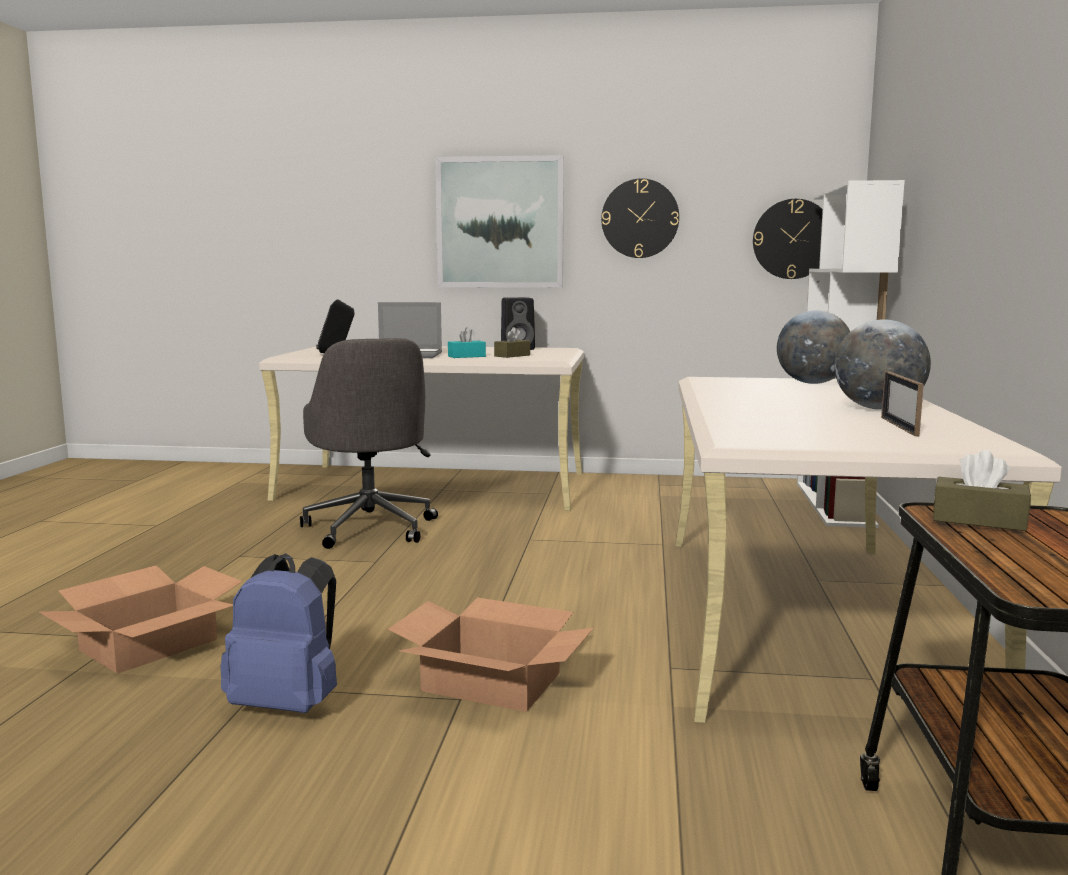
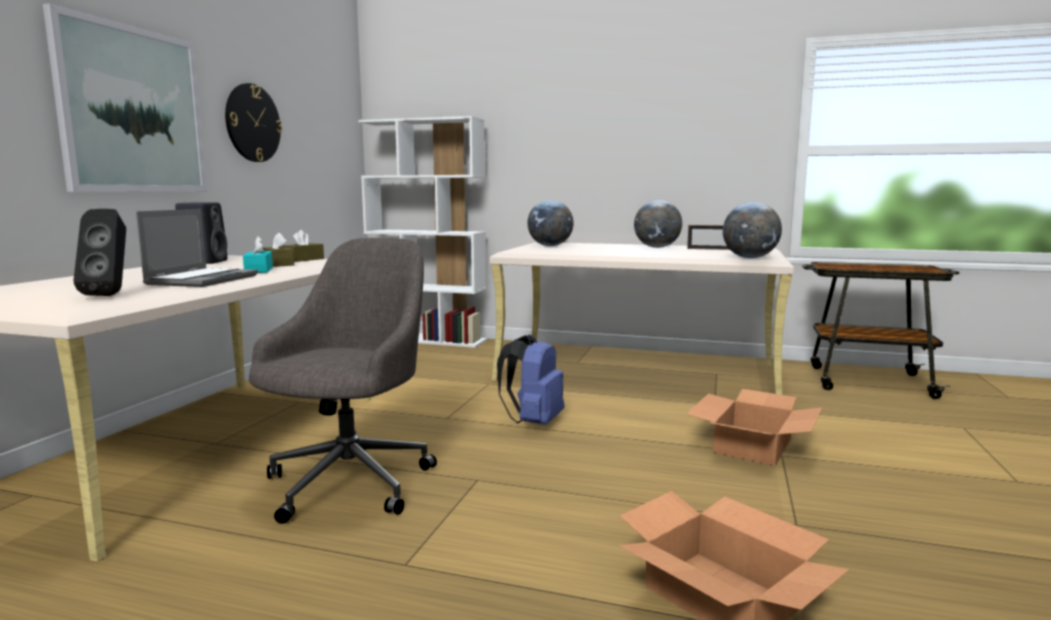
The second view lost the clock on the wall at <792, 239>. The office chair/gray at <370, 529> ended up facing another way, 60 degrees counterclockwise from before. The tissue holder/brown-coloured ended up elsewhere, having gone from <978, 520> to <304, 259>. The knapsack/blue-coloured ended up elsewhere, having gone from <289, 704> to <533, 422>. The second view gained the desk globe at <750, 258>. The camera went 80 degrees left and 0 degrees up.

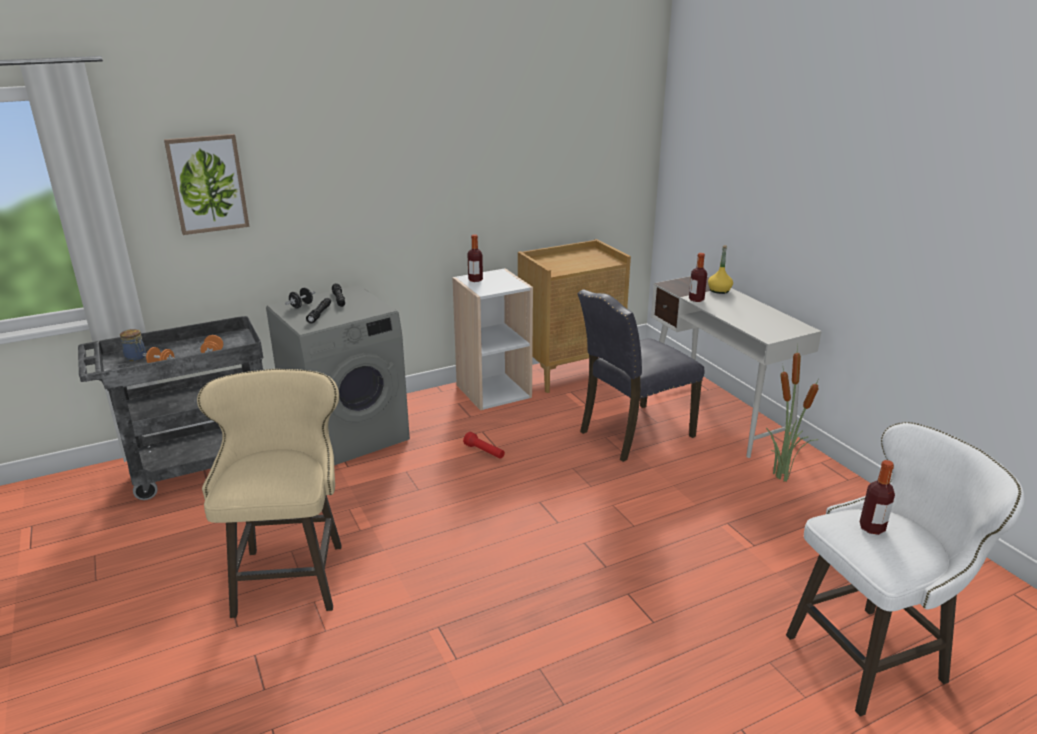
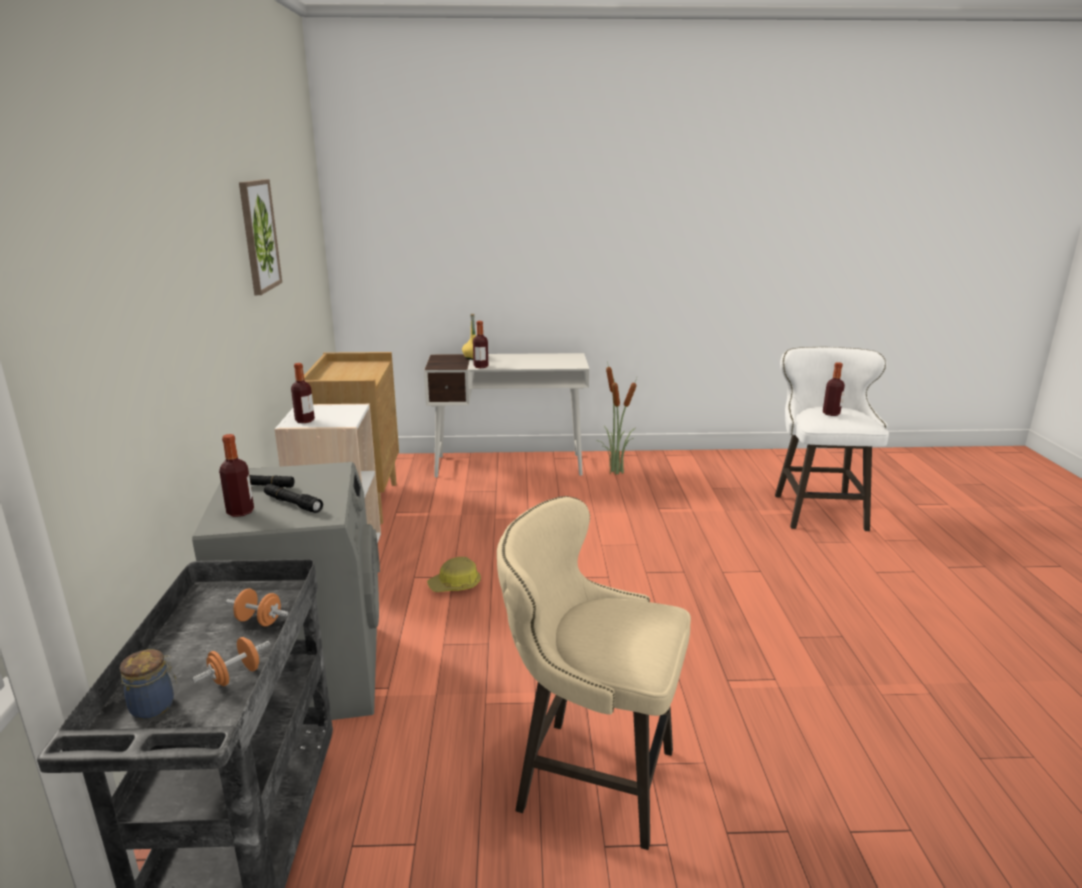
The picture ended up elsewhere, having gone from <207, 184> to <258, 236>. Where the dumbbell/black stood at <301, 305>, the drink bottle came to stand at <240, 512>. The second view lost the plain chair/gray at <633, 434>. Where the torch/red-coloured stood at <484, 452>, the hard hat came to stand at <455, 585>. The camera went 65 degrees left and 5 degrees down.

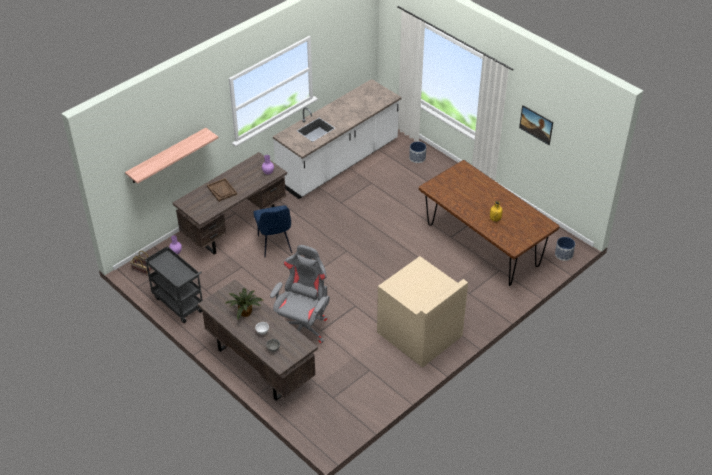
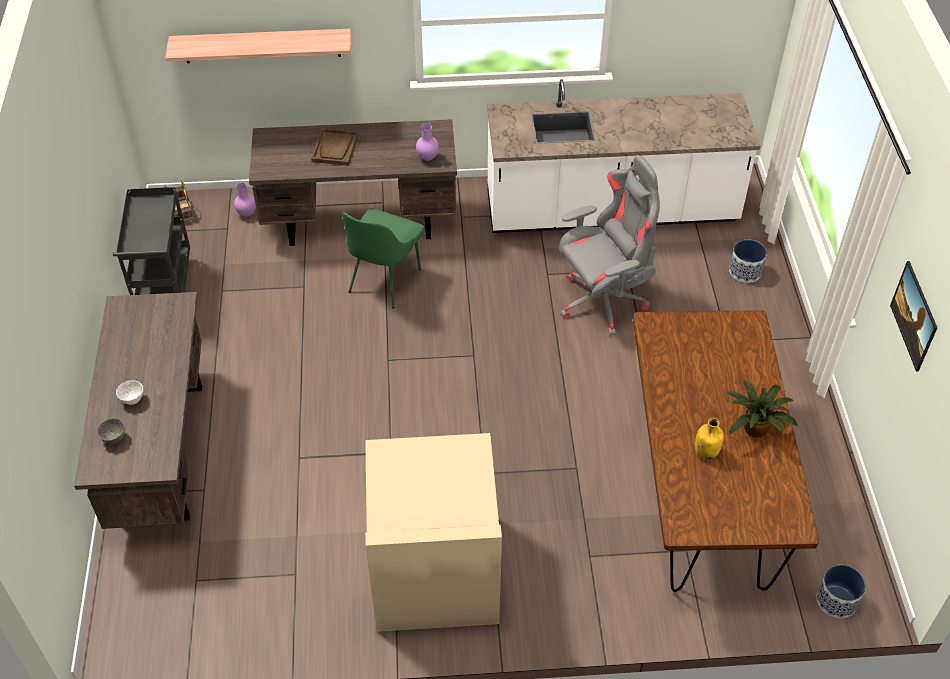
What was the plain chair/blue-coloured at <275, 244> turned into the plain chair/greenish at <384, 281>. The office chair/gray ended up elsewhere, having gone from <302, 329> to <601, 302>. The potted plant ended up elsewhere, having gone from <245, 312> to <755, 427>. The camera went 40 degrees right and 5 degrees up.

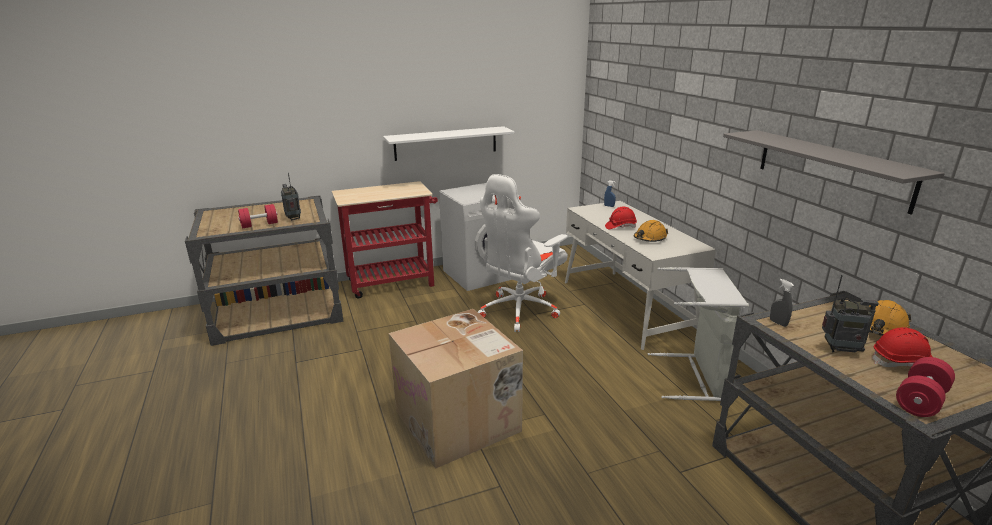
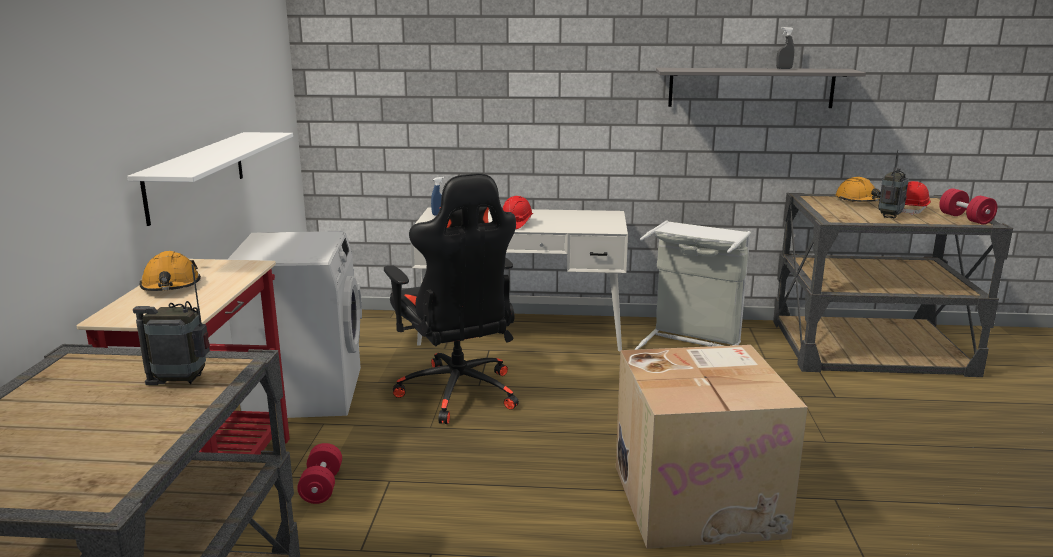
What was the office chair/whitish at <523, 308> turned into the office chair/black at <455, 388>. The dumbbell/red-coloured ended up elsewhere, having gone from <259, 225> to <321, 487>. The hard hat/orange-coloured ended up elsewhere, having gone from <649, 238> to <171, 286>. The hand sprayer/gray ended up elsewhere, having gone from <778, 323> to <784, 68>. The camera went 65 degrees left and 5 degrees down.

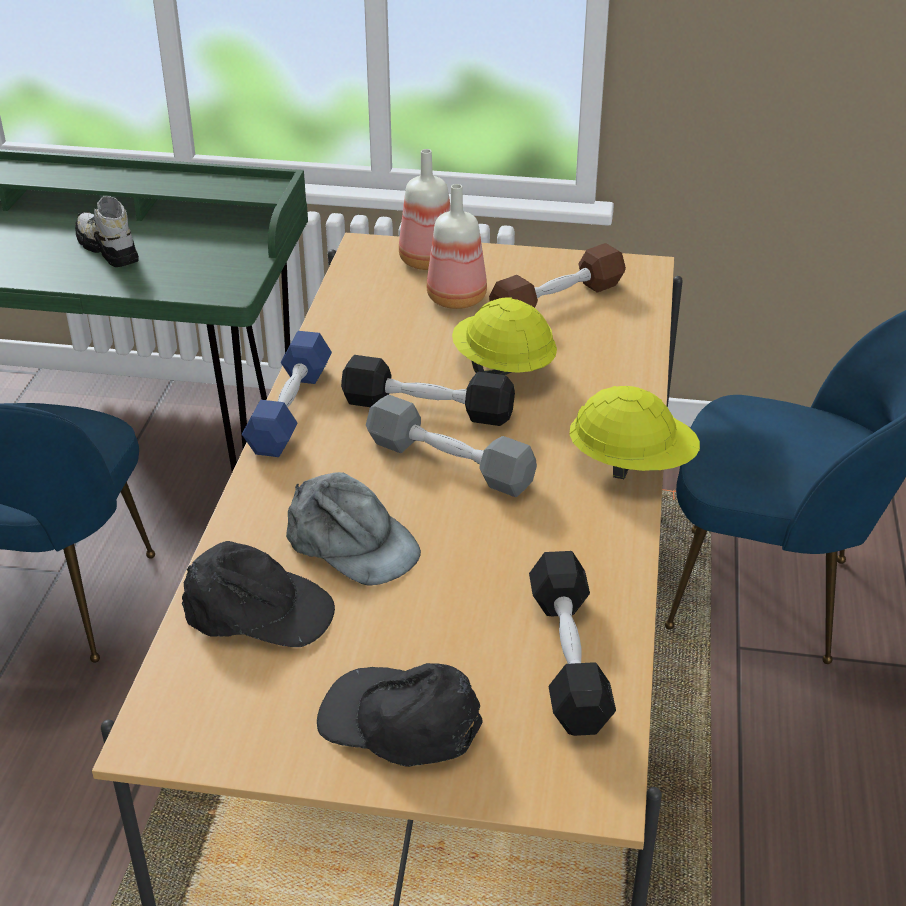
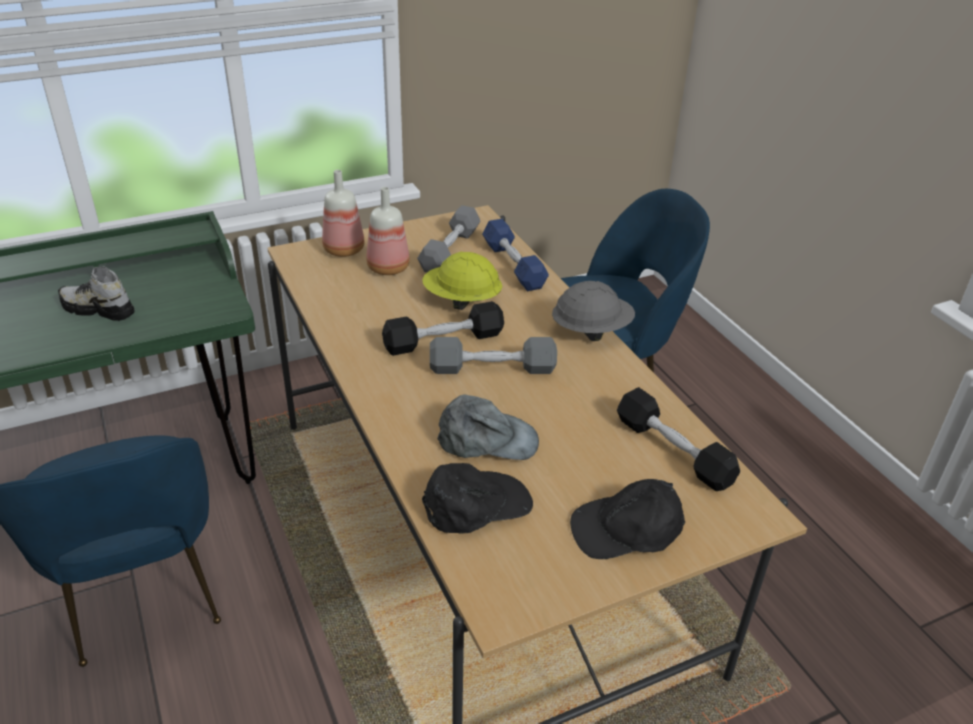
What was the dumbbell/brown-coloured at <557, 301> turned into the dumbbell/gray at <450, 250>. The dumbbell/blue-coloured ended up elsewhere, having gone from <290, 409> to <513, 265>. What was the hard hat/yellowish at <631, 464> turned into the hard hat/gray at <591, 331>. The camera went 35 degrees left and 0 degrees up.

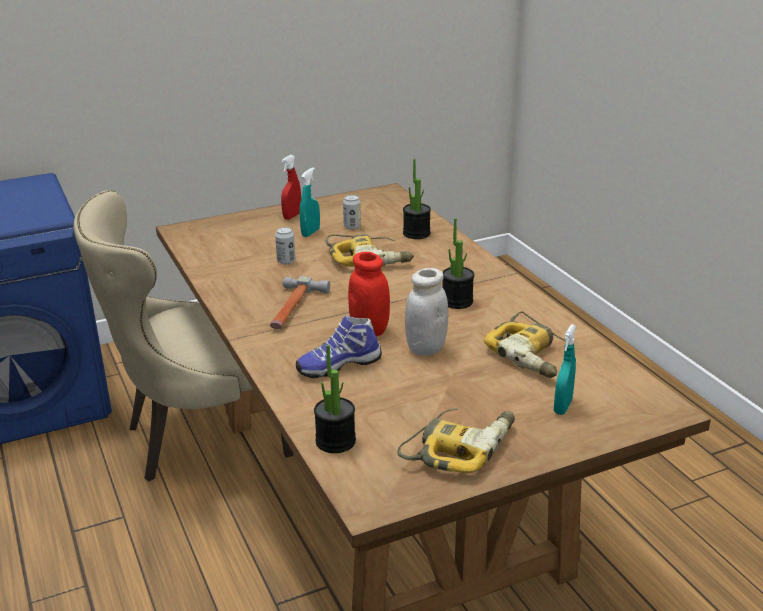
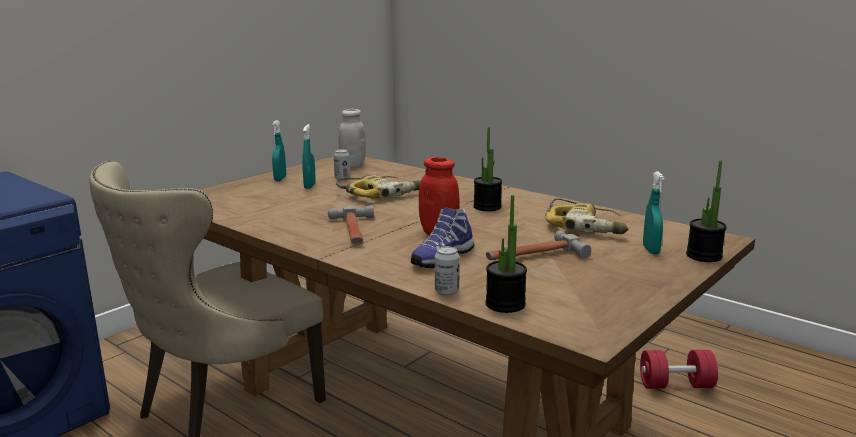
What was the hand sprayer/red-coloured at <292, 216> turned into the hand sprayer/blue-green at <280, 179>. The potted plant ended up elsewhere, having gone from <416, 233> to <704, 256>. The can ended up elsewhere, having gone from <286, 261> to <446, 291>. The jar/whitish ended up elsewhere, having gone from <426, 348> to <353, 165>. The second view lost the power drill at <460, 446>. The second view gained the tool hammer at <533, 256>. The second view gained the dumbbell/red-coloured at <676, 385>. The camera went 25 degrees left and 10 degrees down.

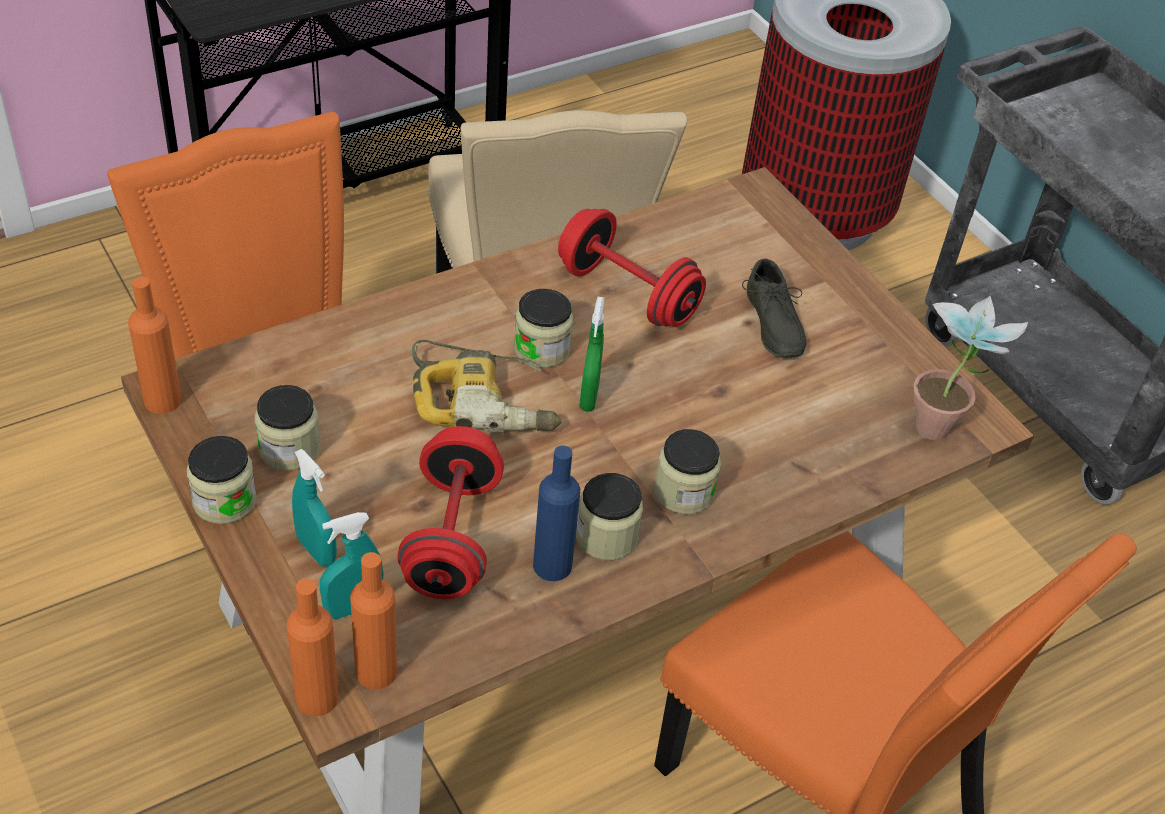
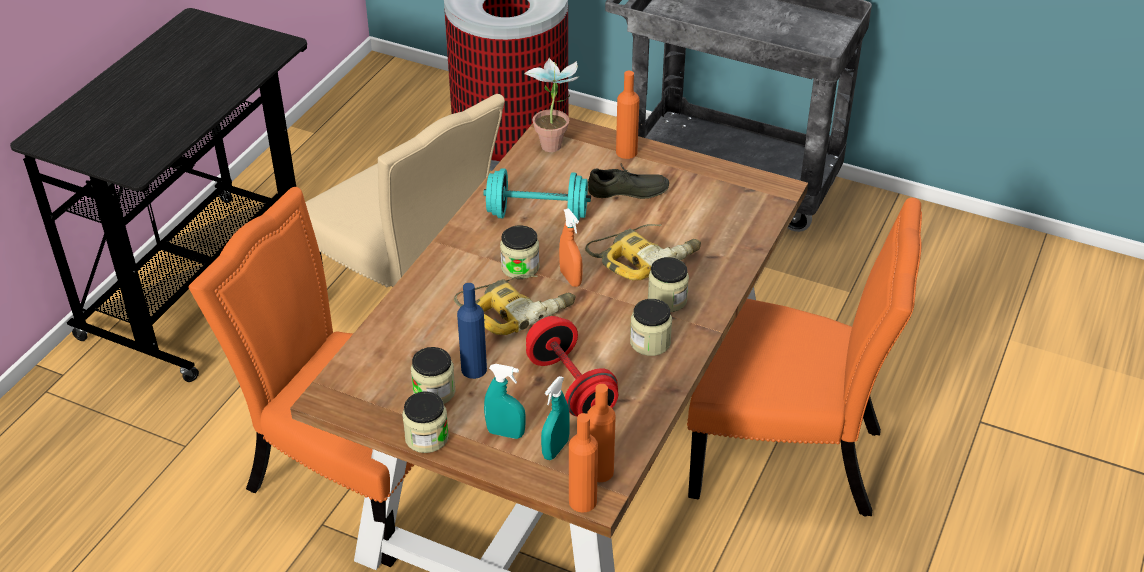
What was the dumbbell/red-coloured at <627, 294> turned into the dumbbell/blue-green at <537, 215>. The low shoe/gray at <769, 325> ended up facing another way, 45 degrees counterclockwise from before. The drink bottle/orange-coloured ended up elsewhere, having gone from <162, 400> to <626, 152>. The potted plant ended up elsewhere, having gone from <942, 423> to <554, 142>. What was the hand sprayer/greenish at <589, 396> turned into the hand sprayer/orange-coloured at <570, 278>. The drink bottle/blue-coloured ended up elsewhere, having gone from <552, 565> to <474, 369>. The second view gained the power drill at <644, 257>. The camera went 30 degrees left and 5 degrees down.

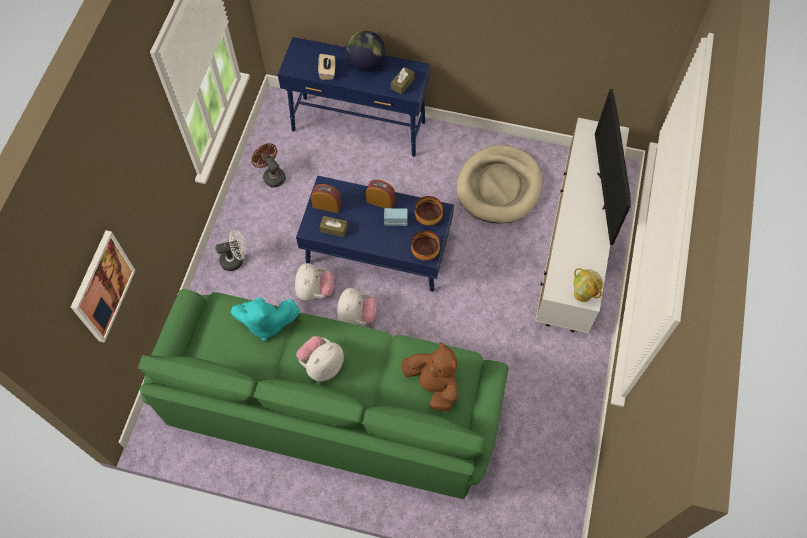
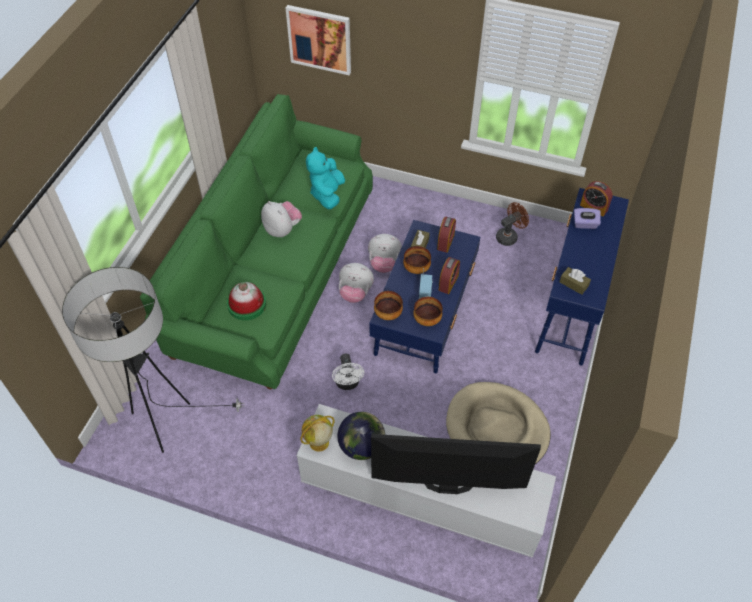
The desk globe ended up elsewhere, having gone from <366, 63> to <362, 446>. What was the tissue holder/beige-coloured at <327, 72> turned into the tissue holder/purple-coloured at <585, 224>. The fan/whitish ended up elsewhere, having gone from <235, 260> to <348, 384>. Where the cuddly toy/brown-coloured stood at <433, 385>, the clothing hat came to stand at <247, 304>. The second view gained the bedside clock at <593, 207>. The second view gained the bowl at <416, 268>. The second view gained the standard lamp at <166, 424>. The camera went 95 degrees right and 10 degrees down.

